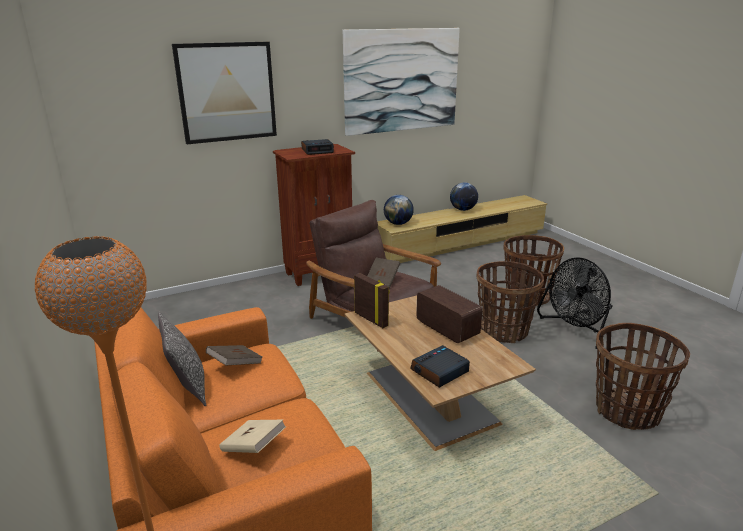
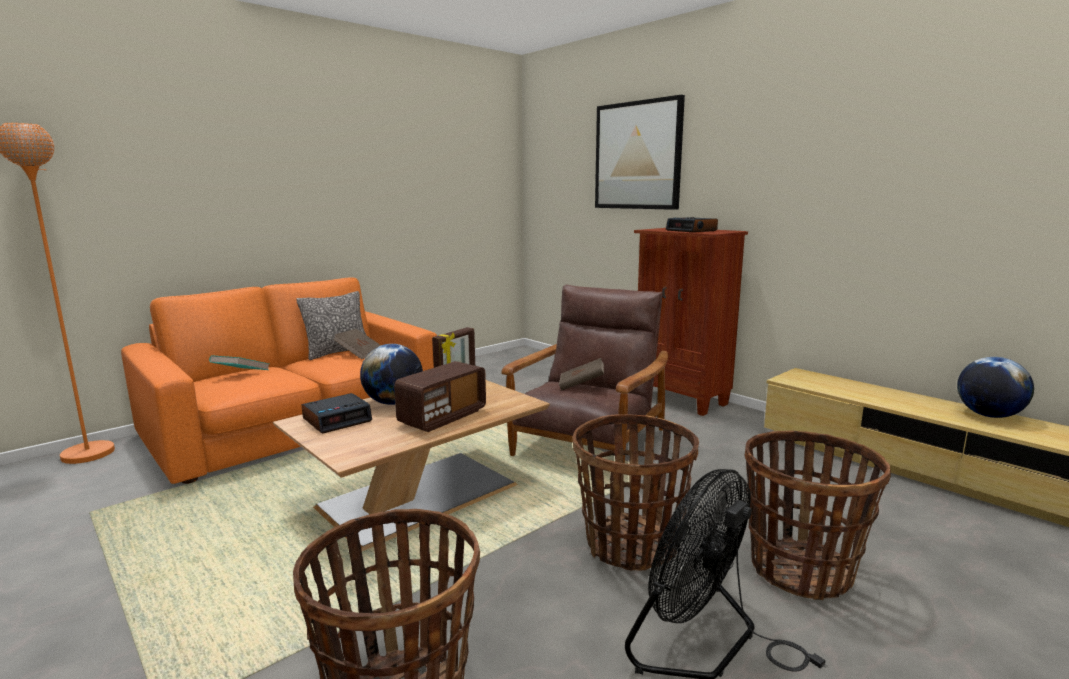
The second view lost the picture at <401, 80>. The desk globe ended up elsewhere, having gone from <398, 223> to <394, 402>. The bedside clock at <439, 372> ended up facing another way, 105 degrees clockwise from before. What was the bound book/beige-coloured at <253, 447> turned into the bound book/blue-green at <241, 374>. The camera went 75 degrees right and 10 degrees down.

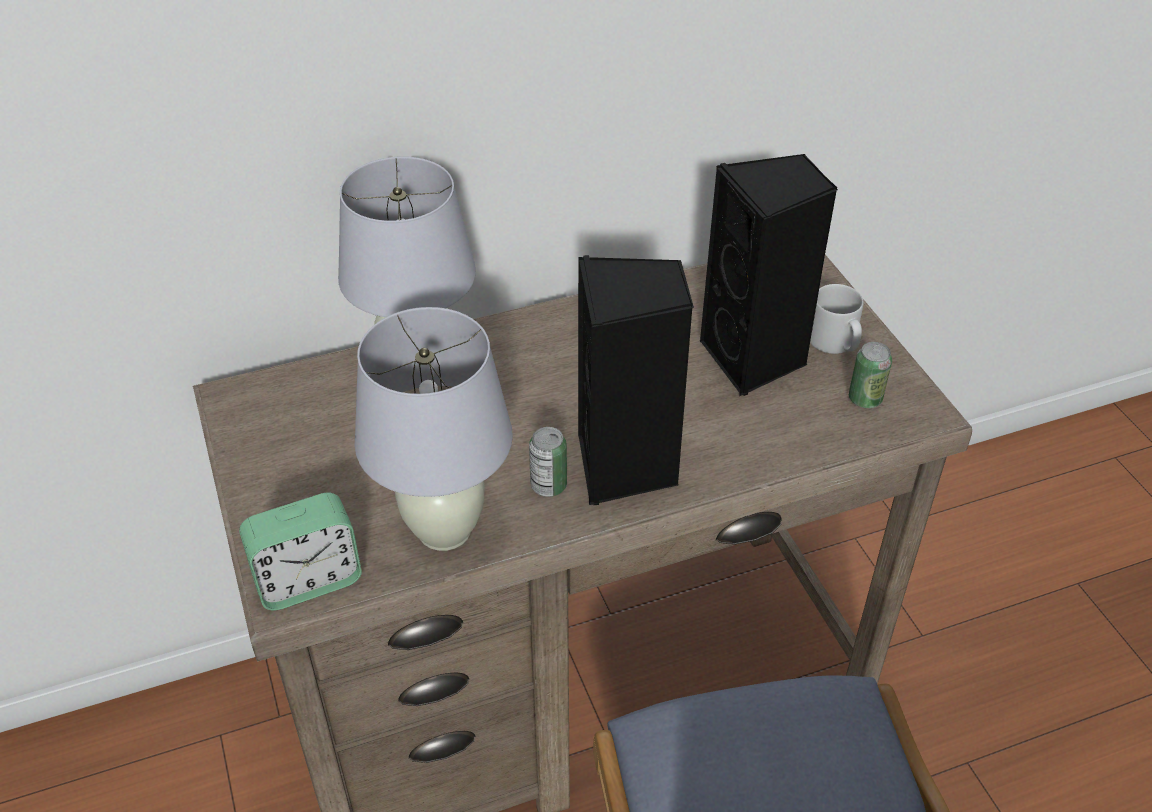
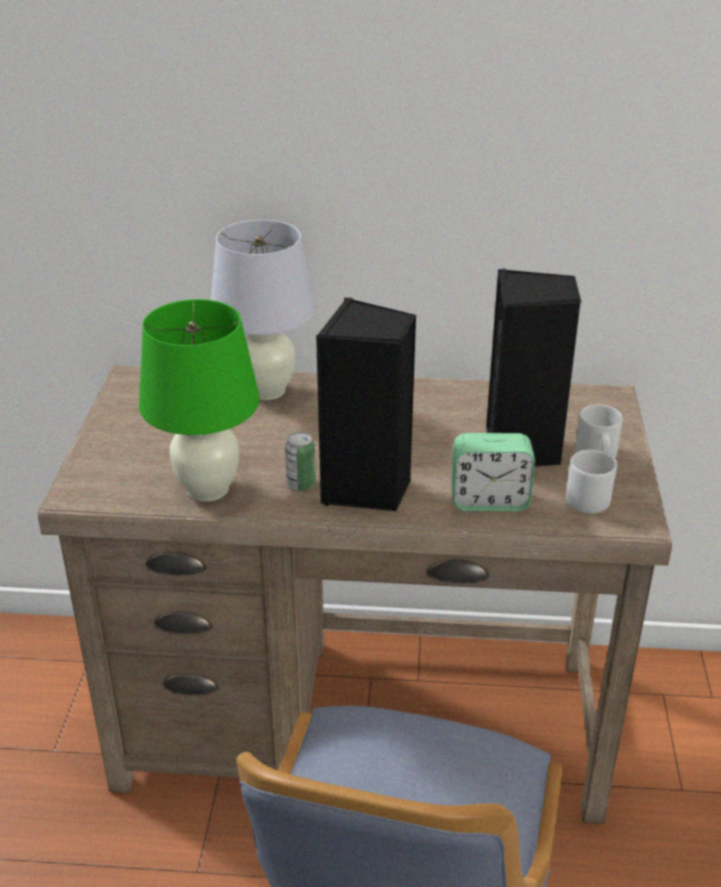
What was the lamp for a table/whitish at <444, 531> turned into the lamp for a table/greenish at <207, 489>. Where the can stood at <865, 399>, the mug/gray came to stand at <592, 498>. The bedside clock ended up elsewhere, having gone from <308, 580> to <489, 501>. The camera went 25 degrees right and 10 degrees down.

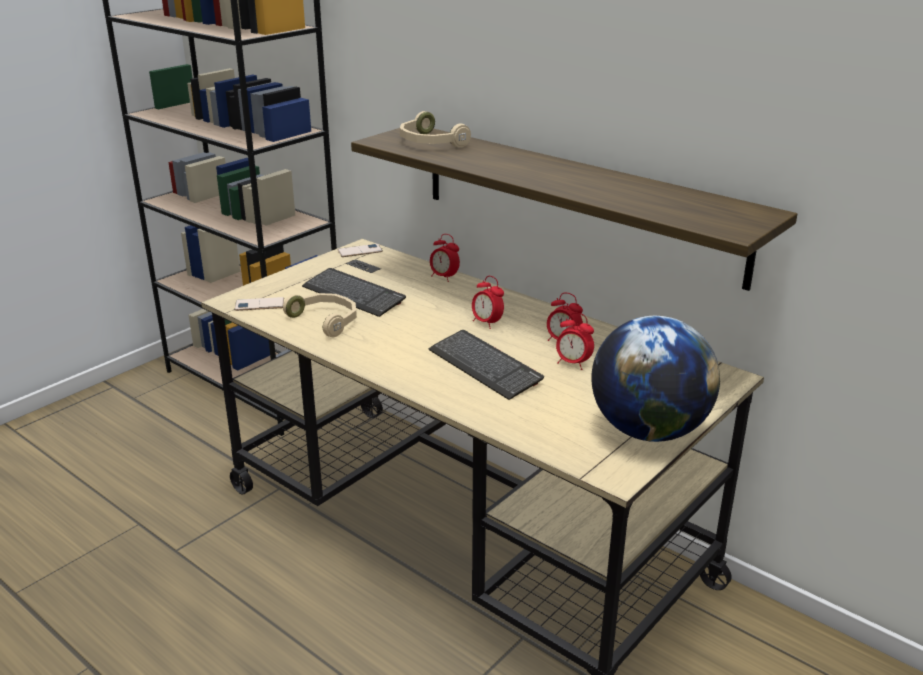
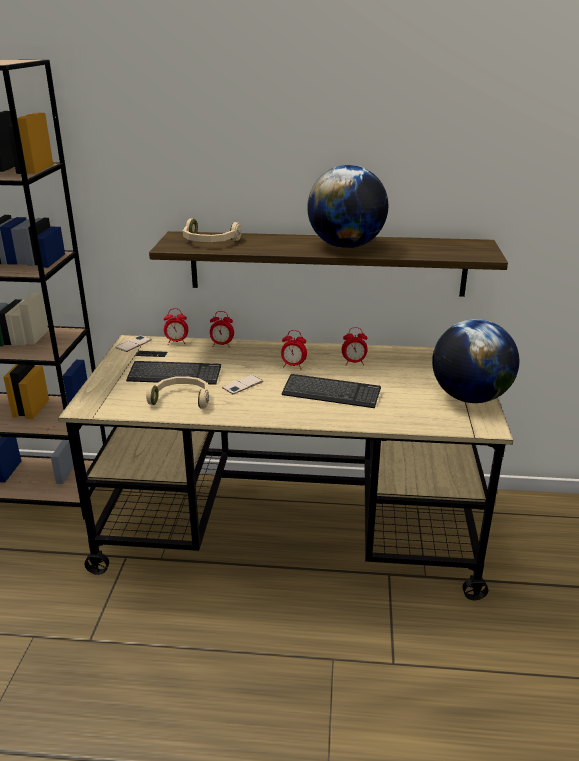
The telephone ended up elsewhere, having gone from <259, 304> to <242, 385>. The bedside clock ended up elsewhere, having gone from <573, 363> to <176, 342>. The second view gained the desk globe at <346, 246>. The camera went 35 degrees left and 0 degrees up.

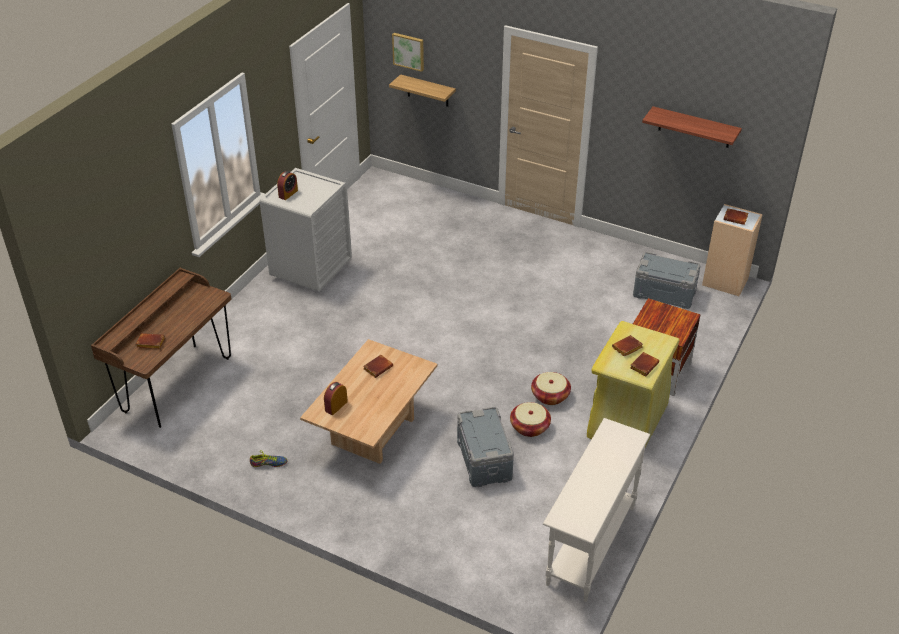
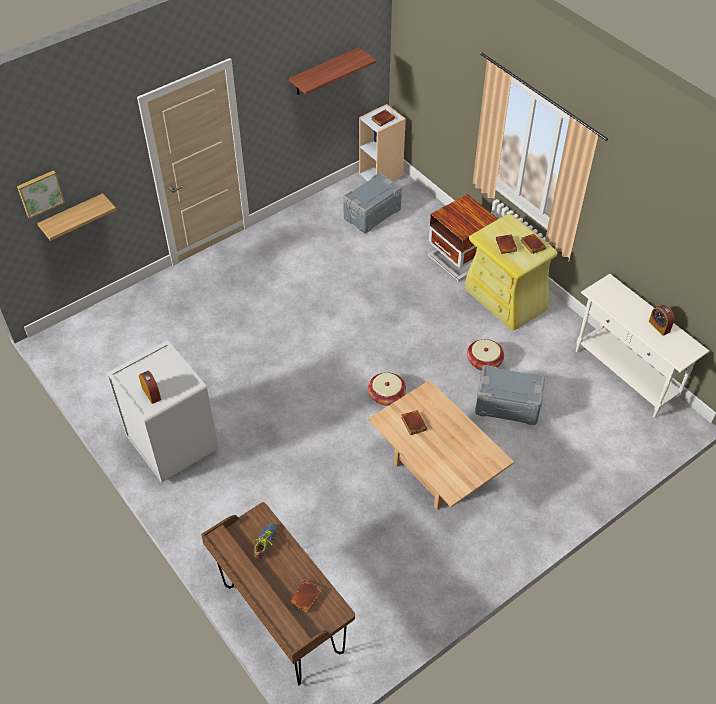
The basket ended up elsewhere, having gone from <550, 396> to <386, 395>. The bedside clock ended up elsewhere, having gone from <336, 406> to <659, 326>. The low shoe ended up elsewhere, having gone from <268, 463> to <264, 543>. The camera went 65 degrees left and 10 degrees up.

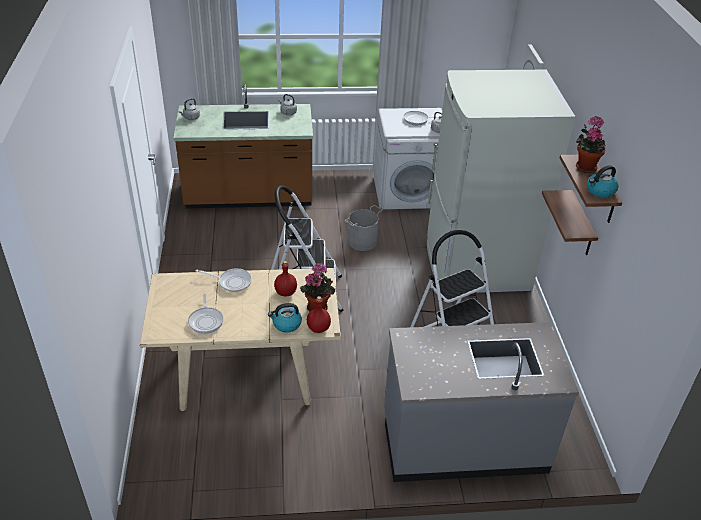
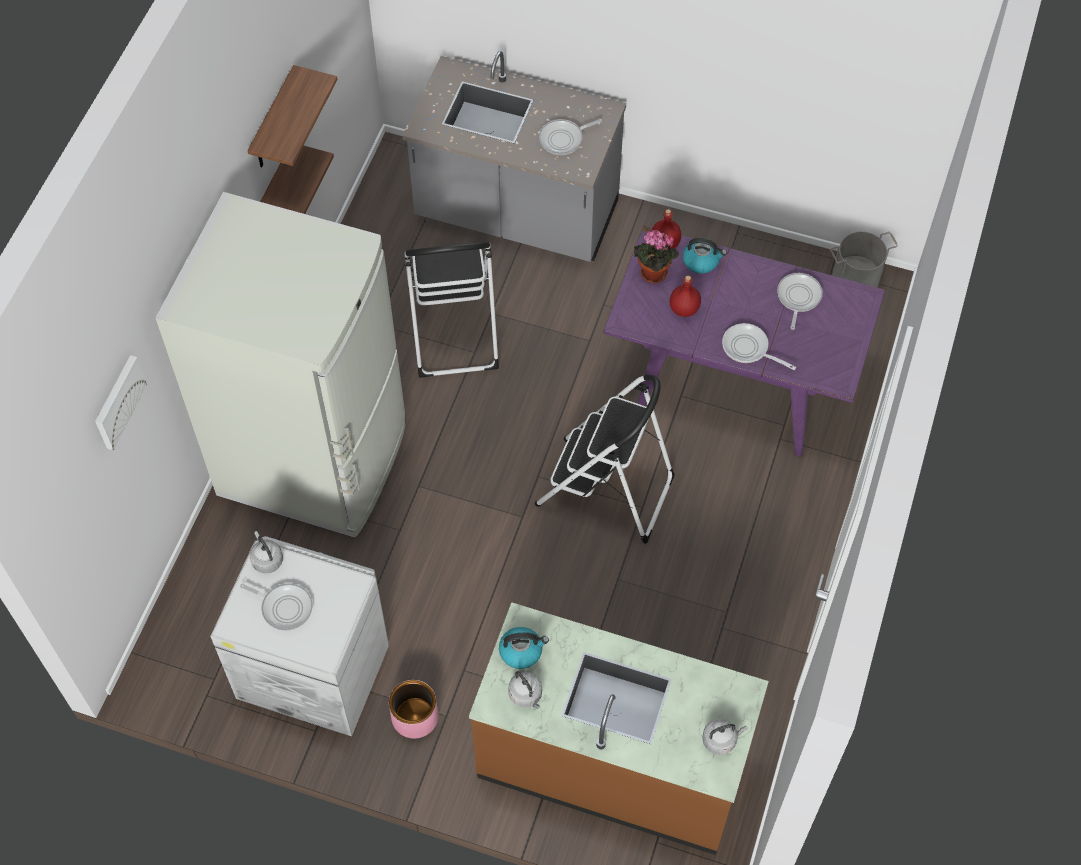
The second view lost the potted plant at <585, 166>. The kettle ended up elsewhere, having gone from <600, 191> to <521, 651>. The water bucket/gray ended up elsewhere, having gone from <362, 241> to <855, 277>. What was the dinner table/beige-coloured at <248, 372> turned into the dinner table/purple-coloured at <732, 383>. The second view gained the pan at <564, 139>. The second view gained the plant pot/pinkish at <414, 717>. The camera went 155 degrees left and 20 degrees up.

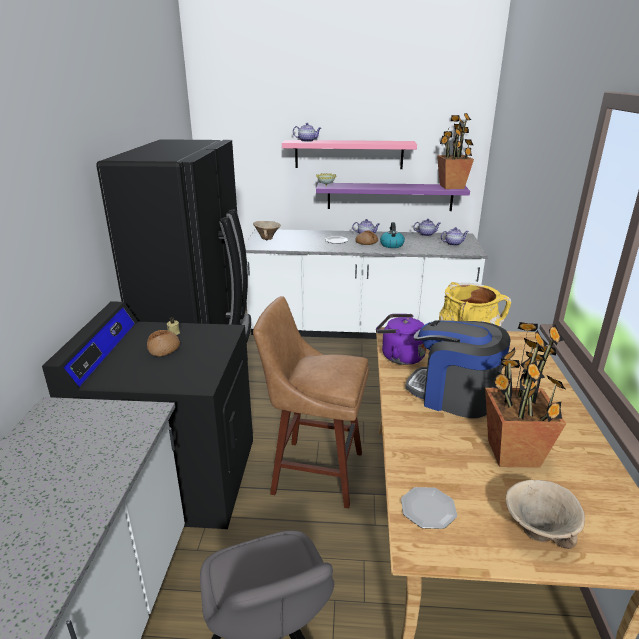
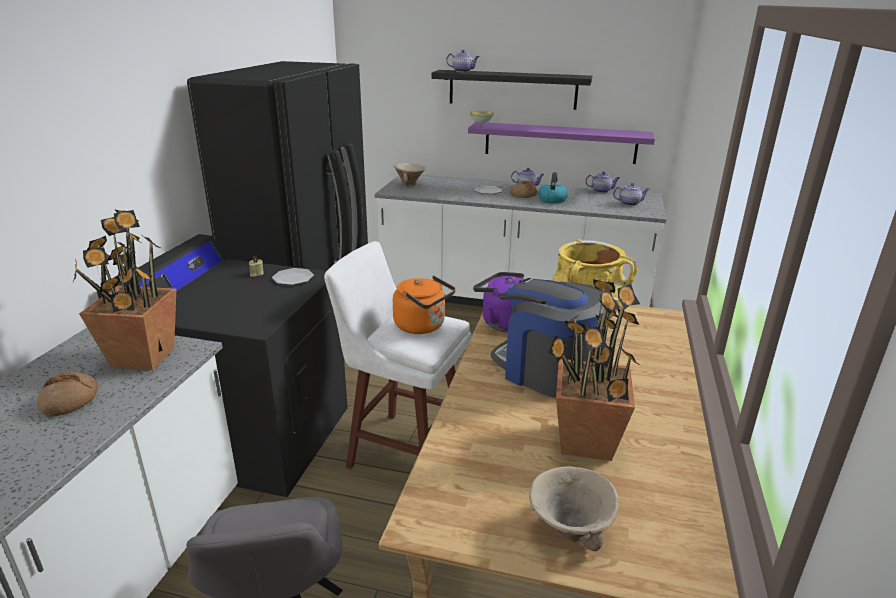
The potted plant ended up elsewhere, having gone from <451, 187> to <142, 357>. What was the bracket shelf/pinkish at <349, 154> turned into the bracket shelf/black at <512, 89>. What was the sitting stool/brown-coloured at <314, 471> turned into the sitting stool/whitish at <403, 450>. The bread ended up elsewhere, having gone from <164, 348> to <70, 401>. The flat dish ended up elsewhere, having gone from <427, 509> to <292, 278>. The second view gained the kettle/orange-coloured at <422, 326>. The camera went 10 degrees right and 0 degrees up.

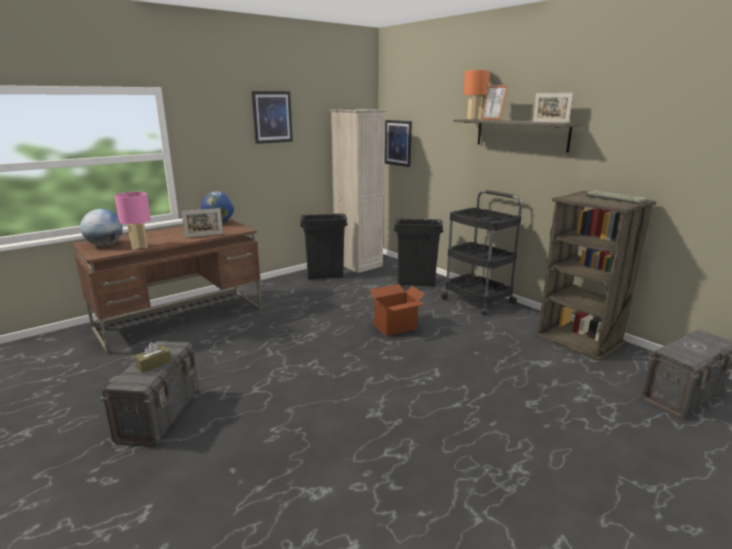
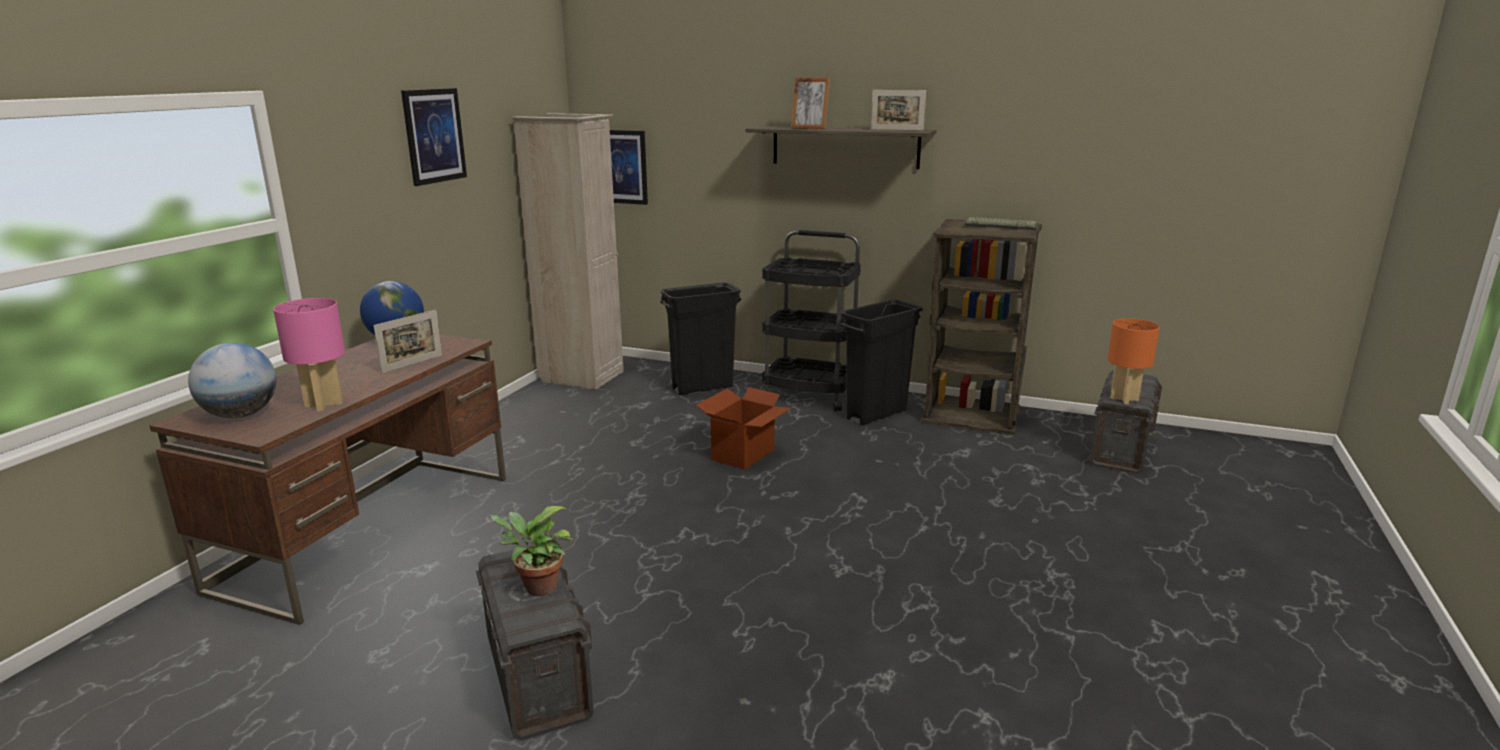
The lamp for a table/orange-coloured ended up elsewhere, having gone from <473, 119> to <1123, 399>. The rubbish bin/black ended up elsewhere, having gone from <325, 276> to <876, 415>. Where the tissue holder/brown-coloured stood at <154, 364>, the potted plant came to stand at <536, 588>. The camera went 30 degrees left and 0 degrees up.

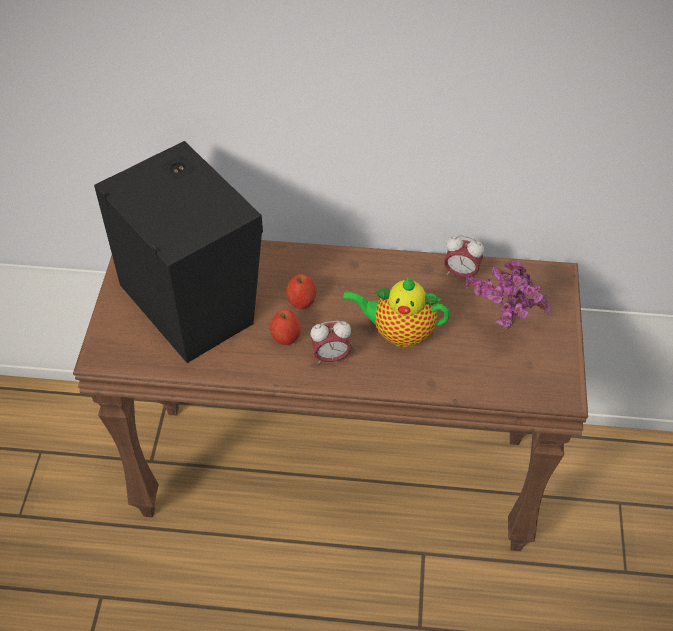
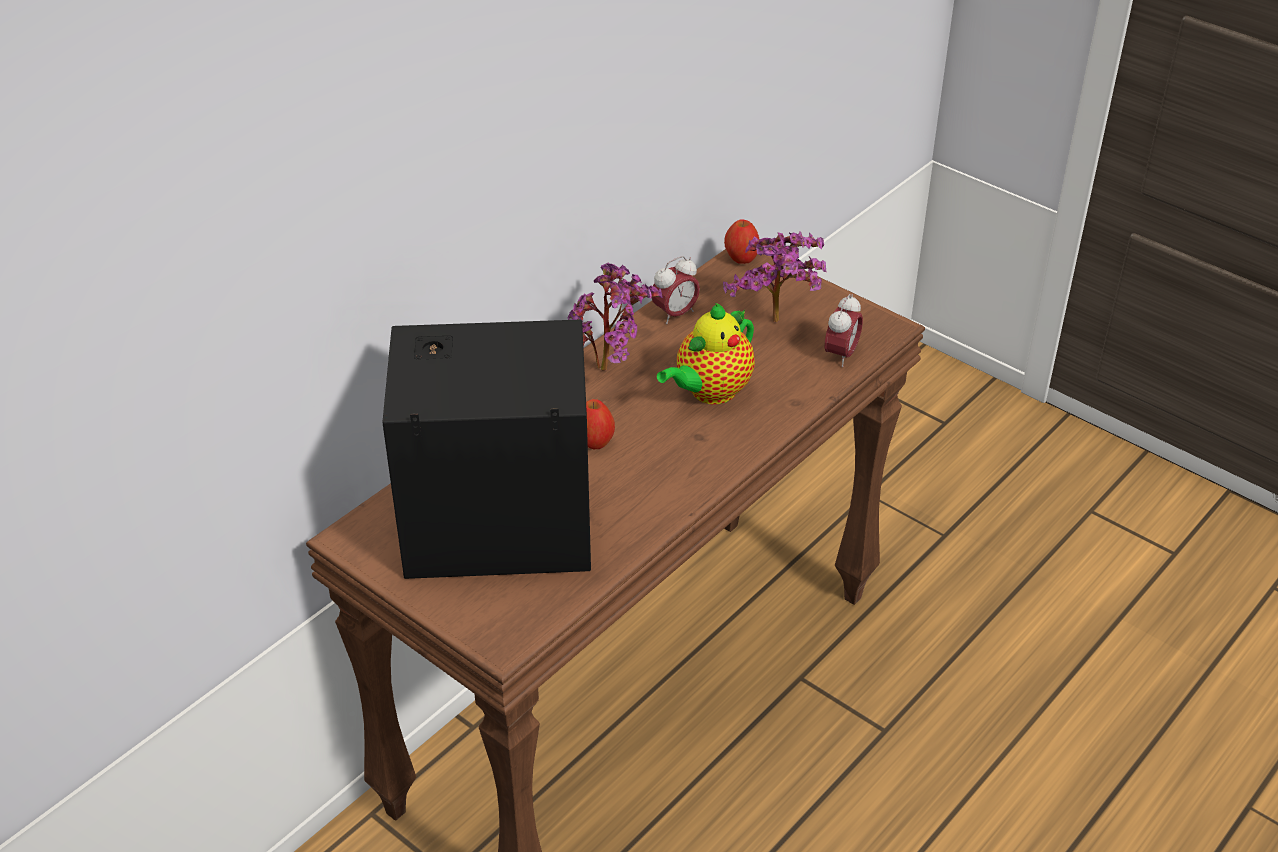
The apple fruit ended up elsewhere, having gone from <286, 338> to <741, 259>. The bedside clock ended up elsewhere, having gone from <331, 357> to <841, 355>. The second view gained the potted plant at <611, 369>. The camera went 55 degrees left and 10 degrees down.

